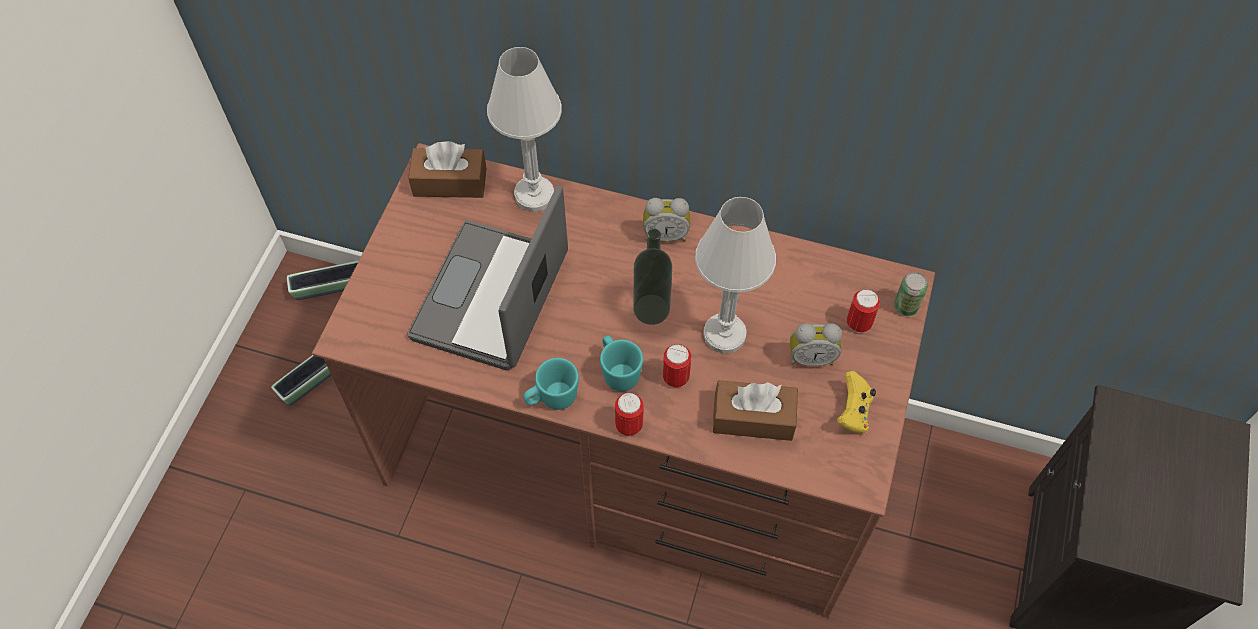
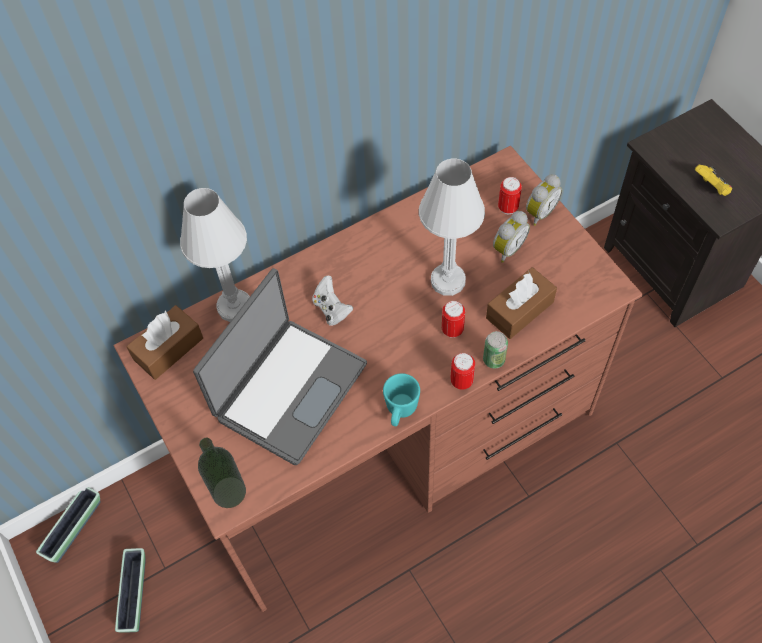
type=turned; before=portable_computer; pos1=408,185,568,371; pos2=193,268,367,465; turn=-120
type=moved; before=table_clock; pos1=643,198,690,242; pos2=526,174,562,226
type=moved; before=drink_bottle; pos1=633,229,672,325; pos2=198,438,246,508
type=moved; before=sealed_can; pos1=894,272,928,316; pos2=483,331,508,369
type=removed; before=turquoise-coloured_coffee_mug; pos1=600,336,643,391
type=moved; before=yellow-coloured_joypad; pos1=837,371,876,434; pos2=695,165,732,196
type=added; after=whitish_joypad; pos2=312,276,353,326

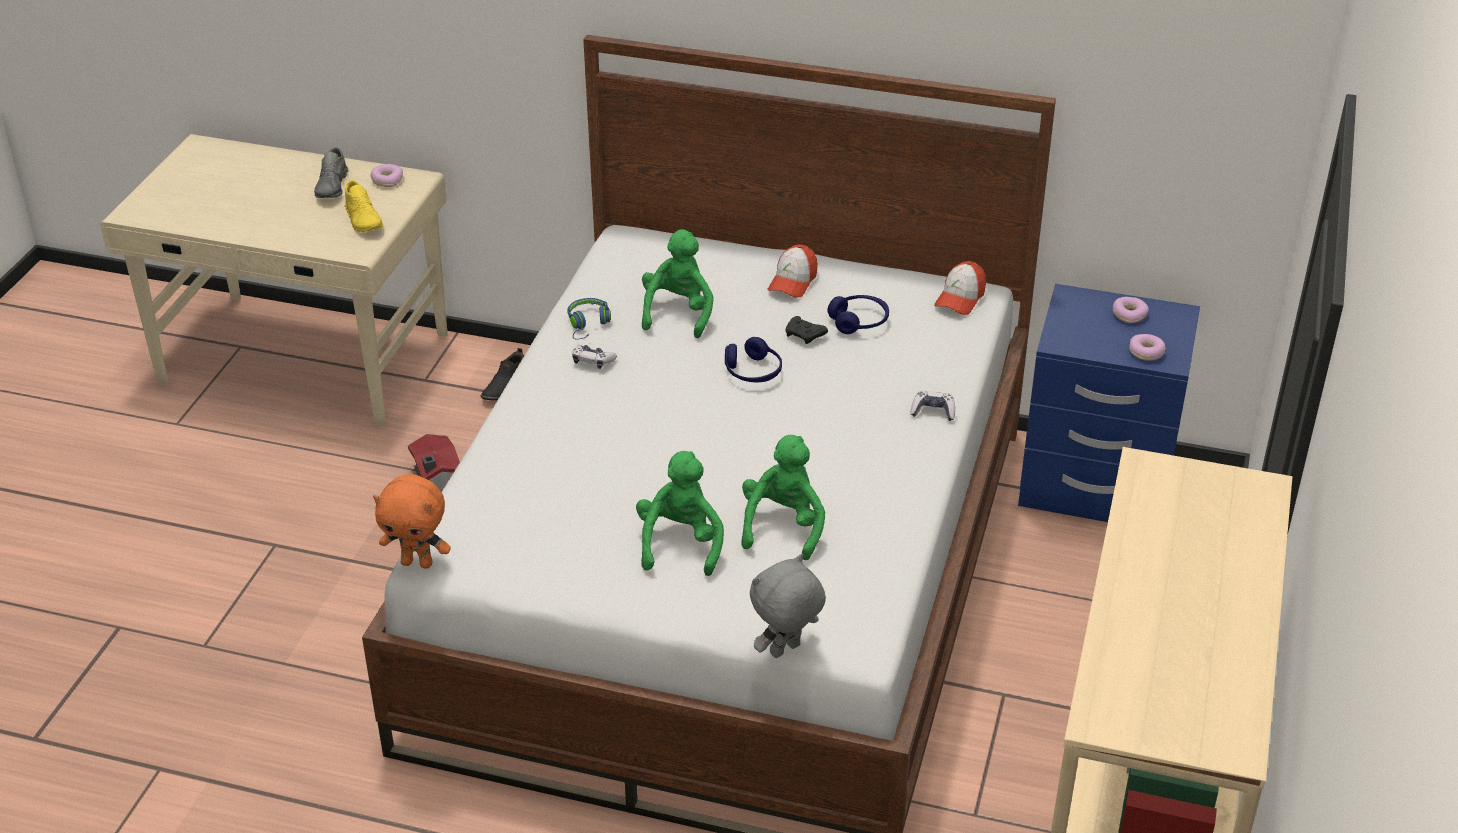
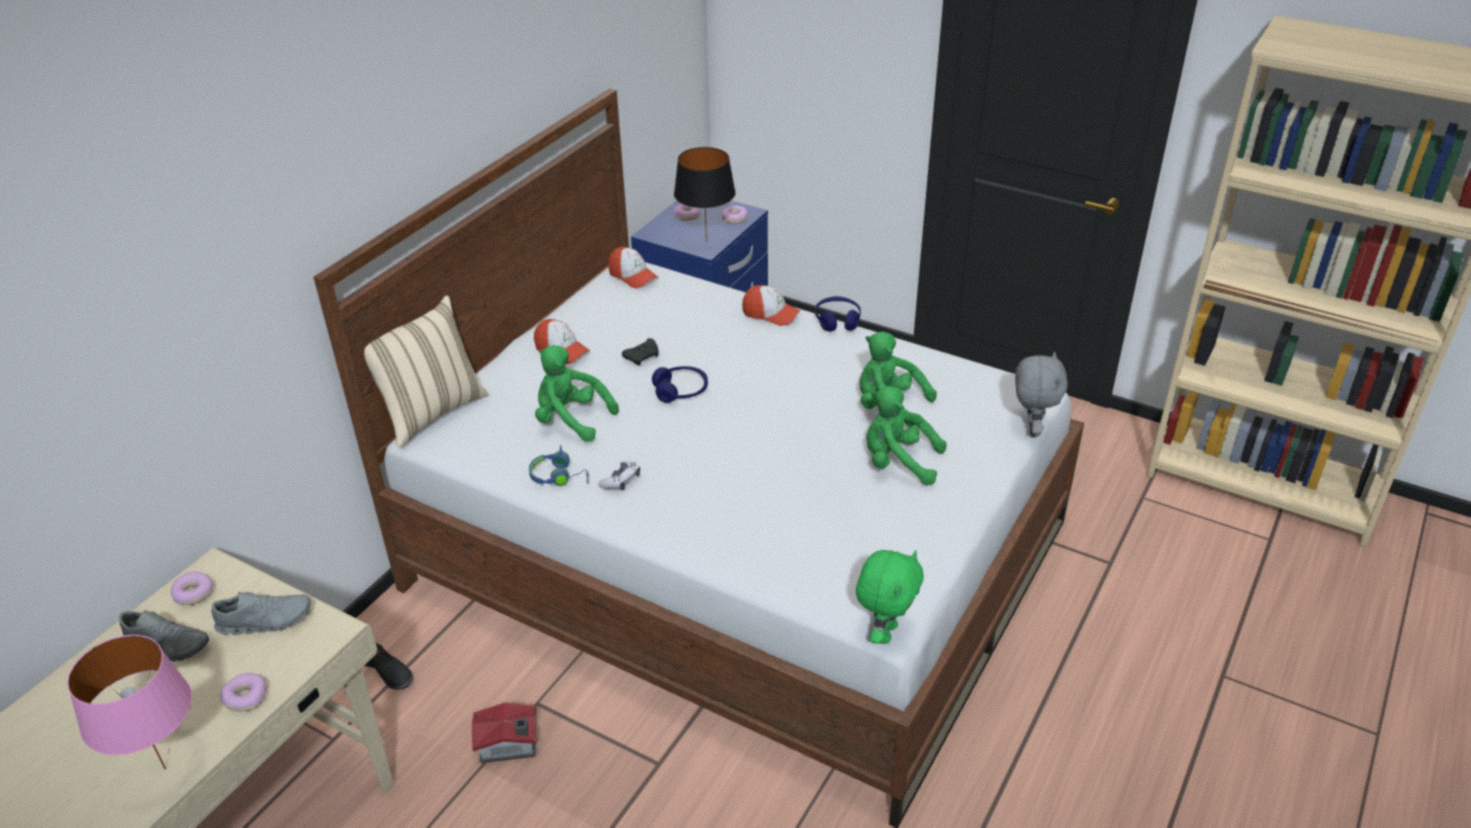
type=recoloured; before=yellow-coloured_shoe; after=gray_shoe; pos1=345,180,383,232; pos2=211,592,311,635
type=moved; before=bluish_headset; pos1=828,295,889,334; pos2=815,296,861,332
type=replaced; before=joypad; after=cap; pos1=910,391,955,421; pos2=742,285,801,326
type=recoloured; before=orange_plush_toy; after=green_plush_toy; pos1=373,474,451,569; pos2=856,550,924,644
type=turned; before=gray_plush_toy; pos1=750,554,826,658; pos2=1015,351,1068,437; turn=-150
type=added; after=black_tabletop_lamp; pos2=674,147,736,242
type=added; after=sand-coloured_pillow; pos2=364,295,489,448
type=added; after=pink_tabletop_lamp; pos2=67,635,192,770
type=added; after=doughnut; pos2=220,673,266,711

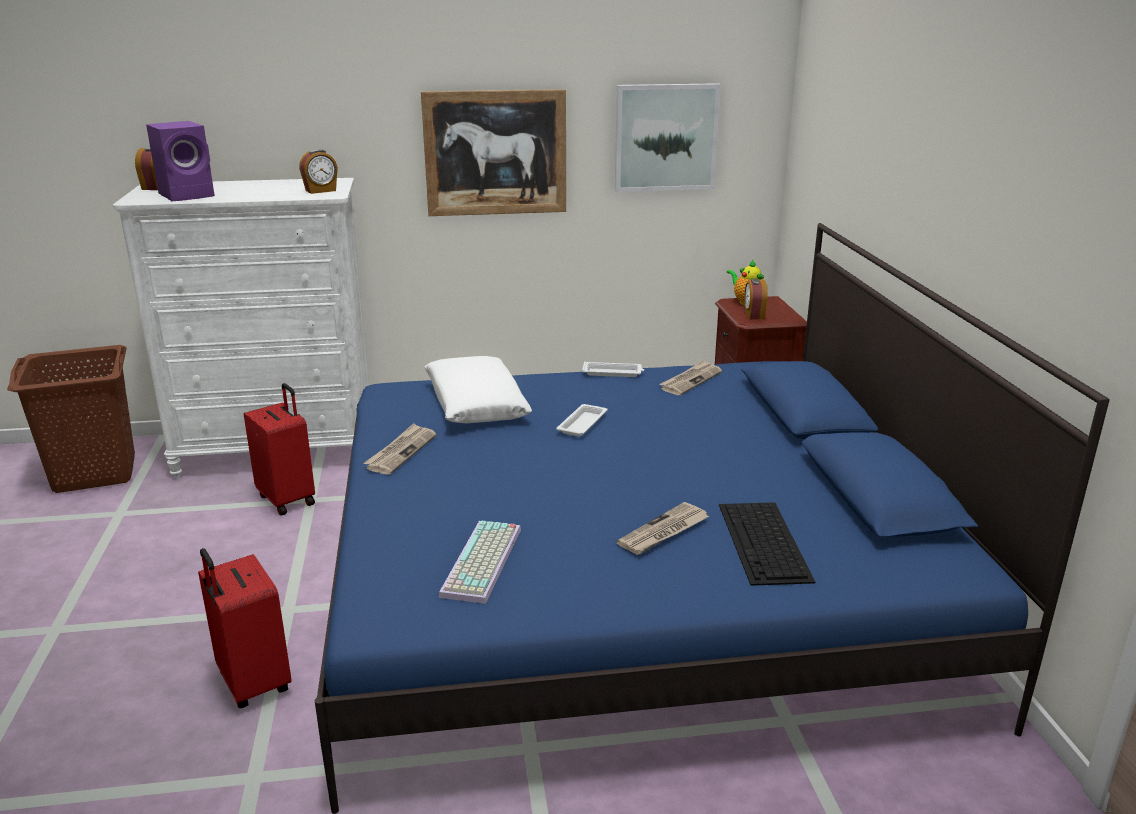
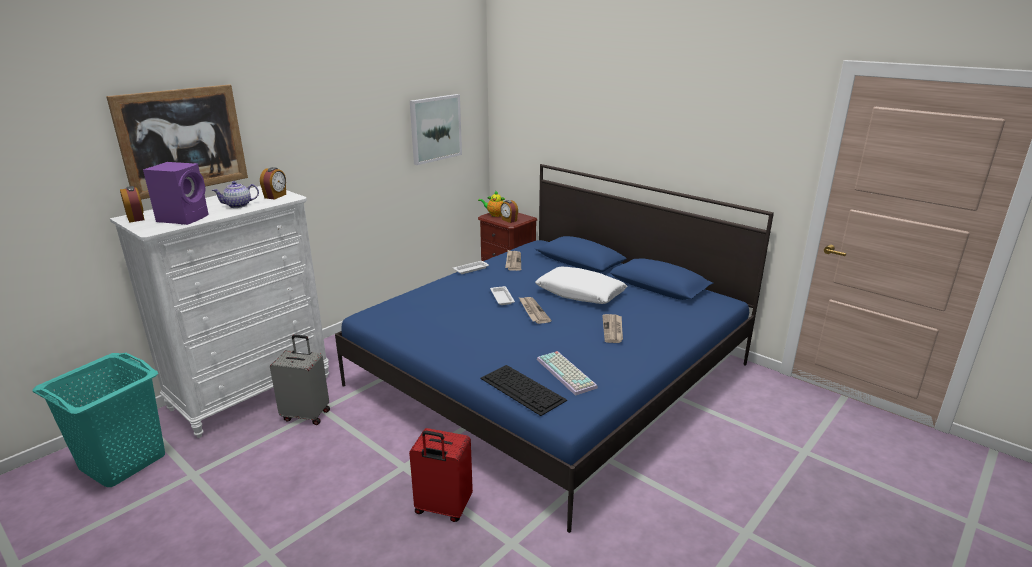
type=moved; before=picture; pos1=421,89,566,216; pos2=106,84,248,200
type=recoloured; before=brown_laundry_basket; after=turquoise-coloured_laundry_basket; pos1=7,345,135,493; pos2=33,353,165,487
type=moved; before=whitish_pillow; pos1=425,356,532,423; pos2=535,267,627,304
type=recoloured; before=reddish_piece_of_luggage; after=gray_piece_of_luggage; pos1=244,383,315,516; pos2=270,335,330,425
type=moved; before=daily_paper; pos1=364,423,436,475; pos2=519,297,552,324
type=moved; before=keyboard; pos1=719,502,815,586; pos2=480,365,567,416
type=added; after=pot_for_tea; pos2=212,181,259,208

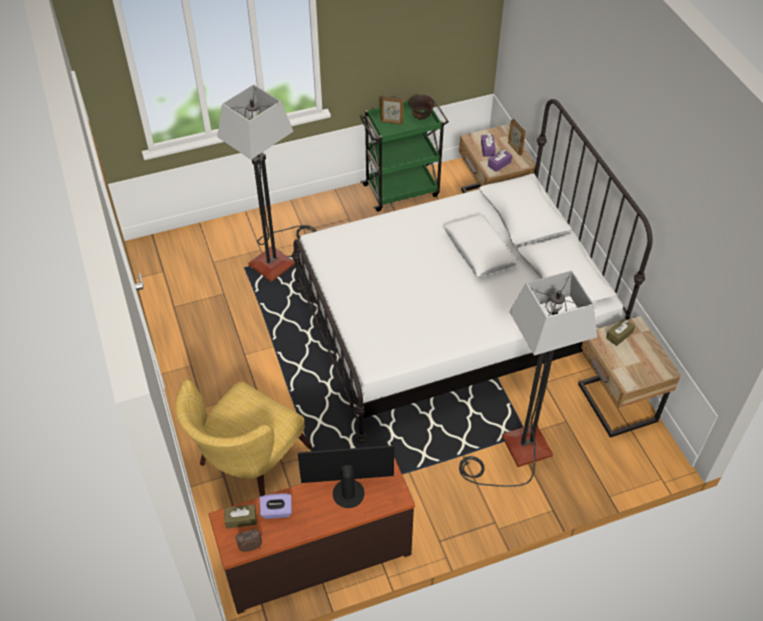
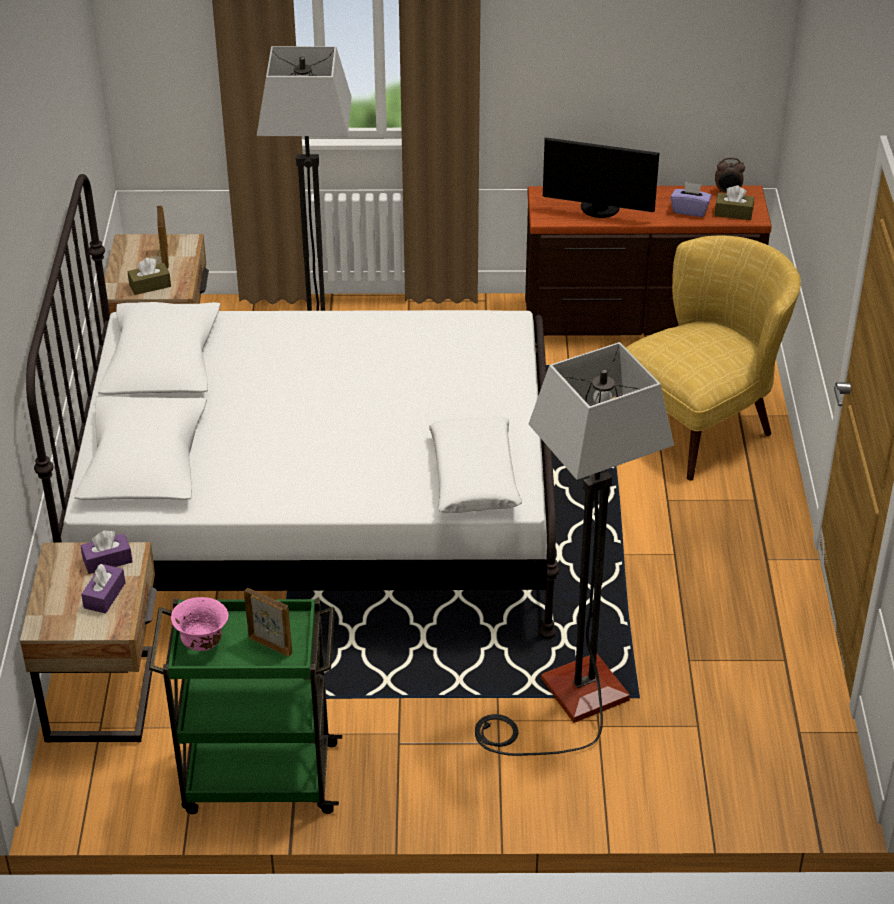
type=recoloured; before=brown_bowl; after=pink_bowl; pos1=409,95,435,120; pos2=171,597,228,651
type=moved; before=standing_frame; pos1=508,119,526,156; pos2=157,206,169,269
type=moved; before=whitish_pillow; pos1=443,214,518,277; pos2=429,417,522,513

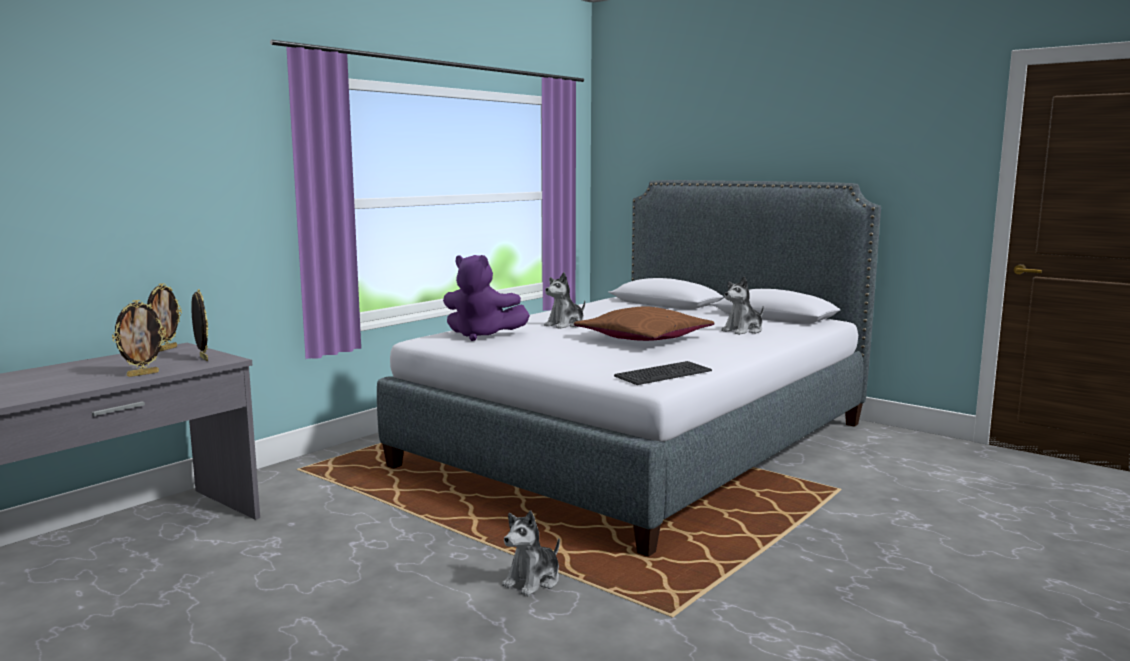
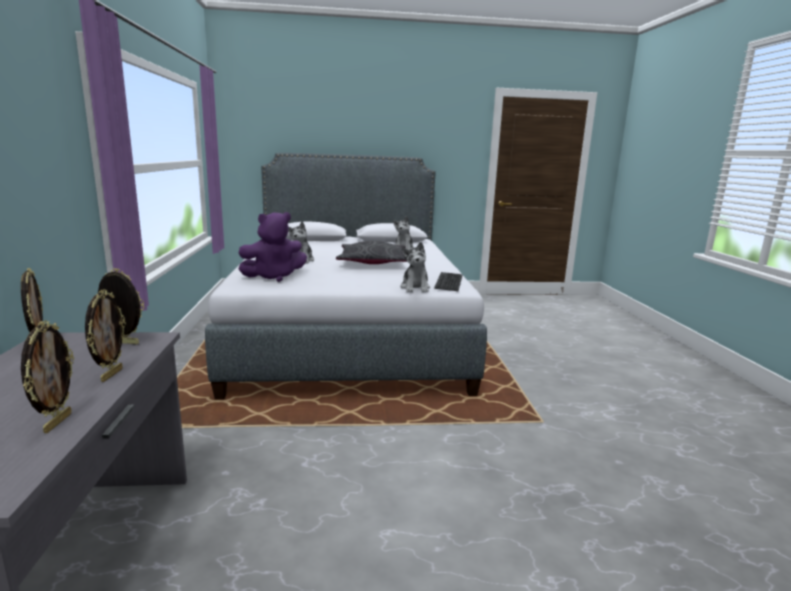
type=recoloured; before=brown_pillow; after=gray_pillow; pos1=574,306,714,341; pos2=336,241,407,264
type=moved; before=plush_toy; pos1=502,510,560,596; pos2=400,242,430,292
type=added; after=standing_frame; pos2=21,320,74,433

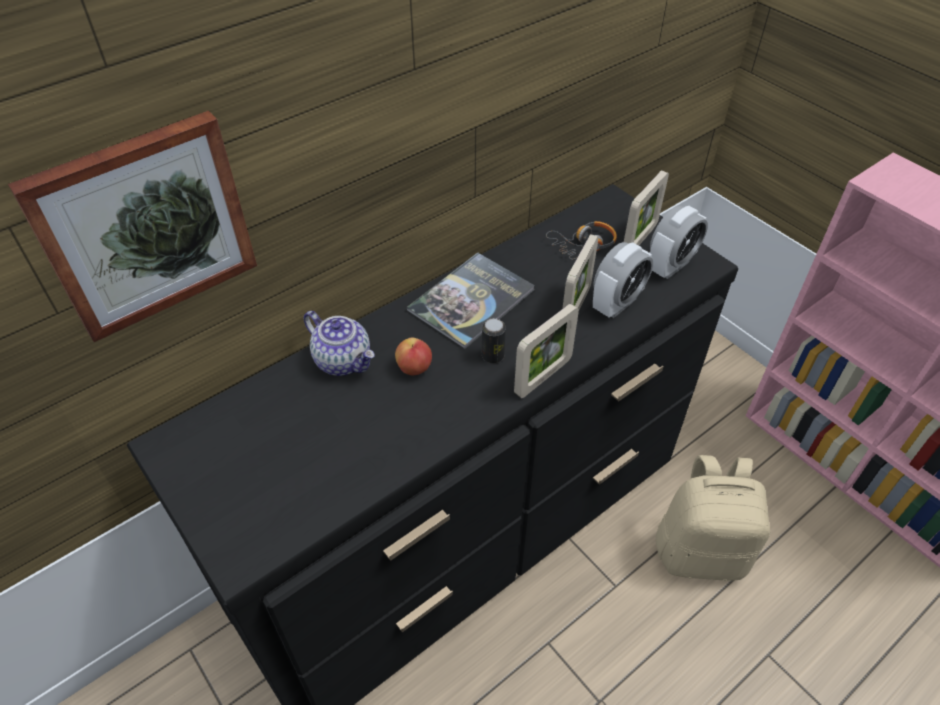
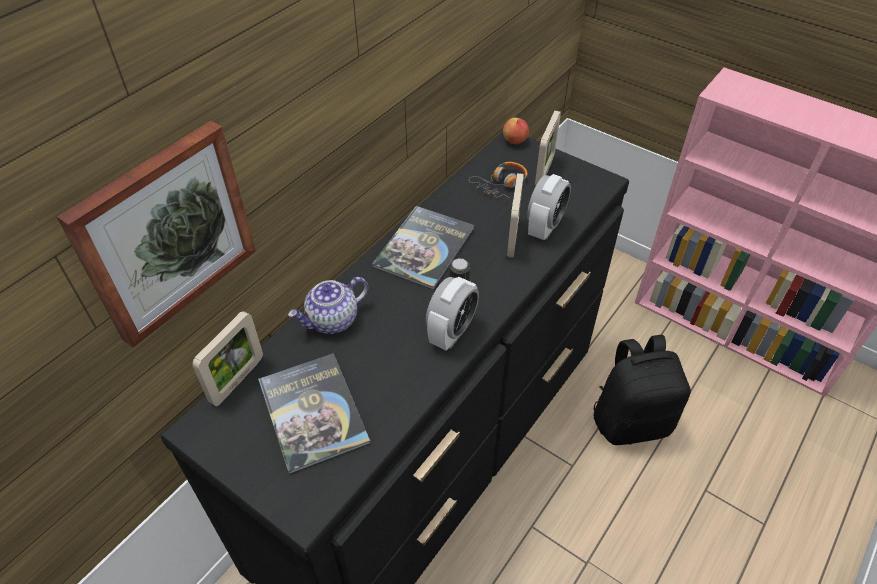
type=moved; before=table_clock; pos1=650,206,708,279; pos2=426,276,479,351
type=moved; before=standing_frame; pos1=514,304,579,398; pos2=192,311,263,406
type=turned; before=pot_for_tea; pos1=304,311,374,376; pos2=288,277,369,334; turn=120
type=moved; before=whole_apple; pos1=395,338,432,376; pos2=503,118,529,144
type=recoloured; before=sand-coloured_backpack; after=black_backpack; pos1=656,455,770,581; pos2=593,335,691,445
type=added; after=volume; pos2=258,353,371,474

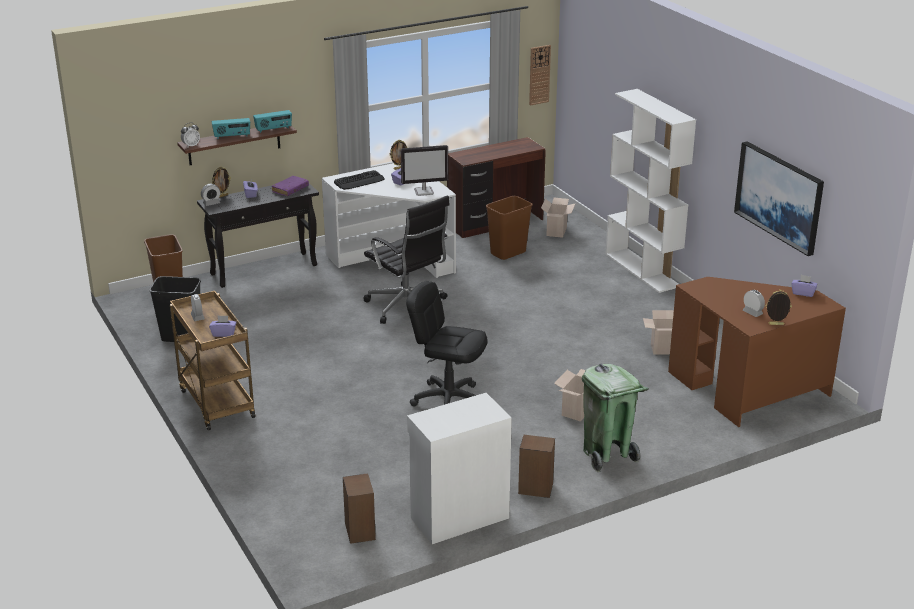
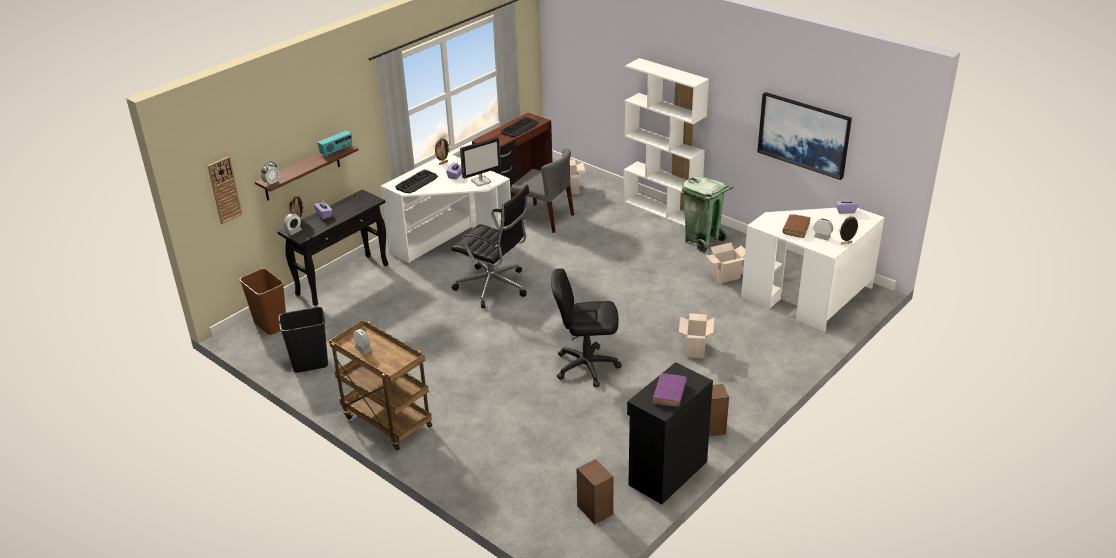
type=moved; before=clock_on_the_wall; pos1=529,45,551,106; pos2=207,156,242,224
type=removed; before=radio_receiver; pos1=212,118,250,139
type=moved; before=purple-coloured_volume; pos1=271,176,309,196; pos2=653,373,687,407
type=replaced; before=brown_trash_can; after=gray_upright_chair; pos1=486,196,532,260; pos2=511,148,574,233
type=recoloured; before=brown_desk; after=whitish_desk; pos1=668,277,846,427; pos2=741,208,885,332
type=removed; before=purple-coloured_box_of_tissues; pos1=209,316,237,337
type=moved; before=green_trash_can; pos1=582,364,649,473; pos2=682,177,733,253
type=recoloured; before=whitish_cupboard; after=black_cupboard; pos1=407,393,512,544; pos2=627,362,713,504
type=added; after=keyboard; pos2=501,117,539,137
type=added; after=brown_volume; pos2=783,214,810,238

